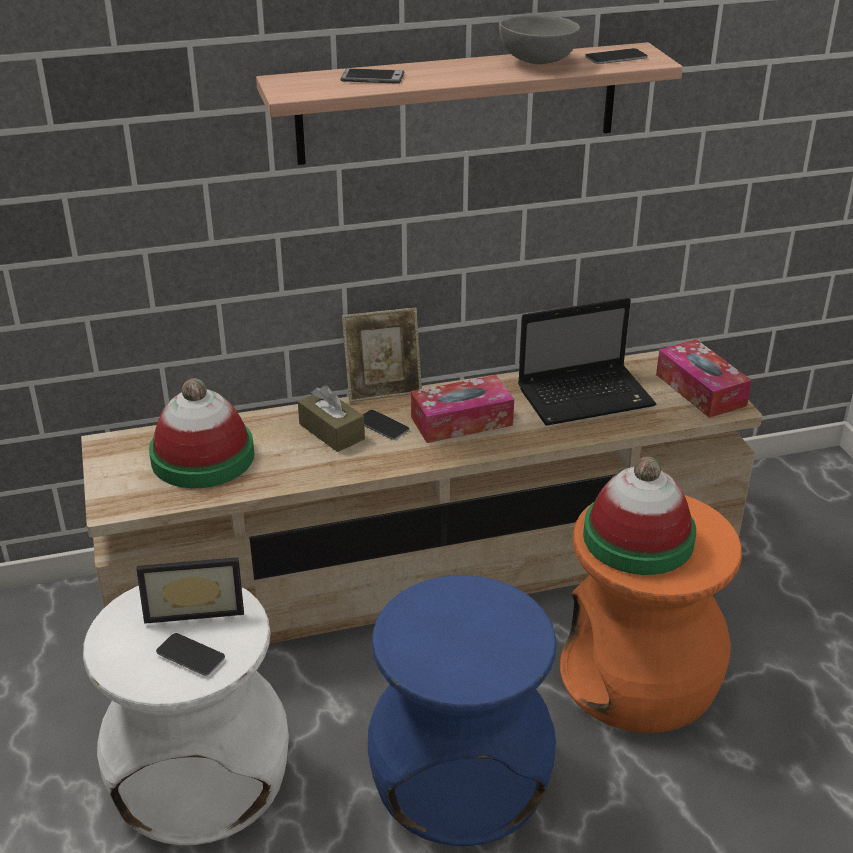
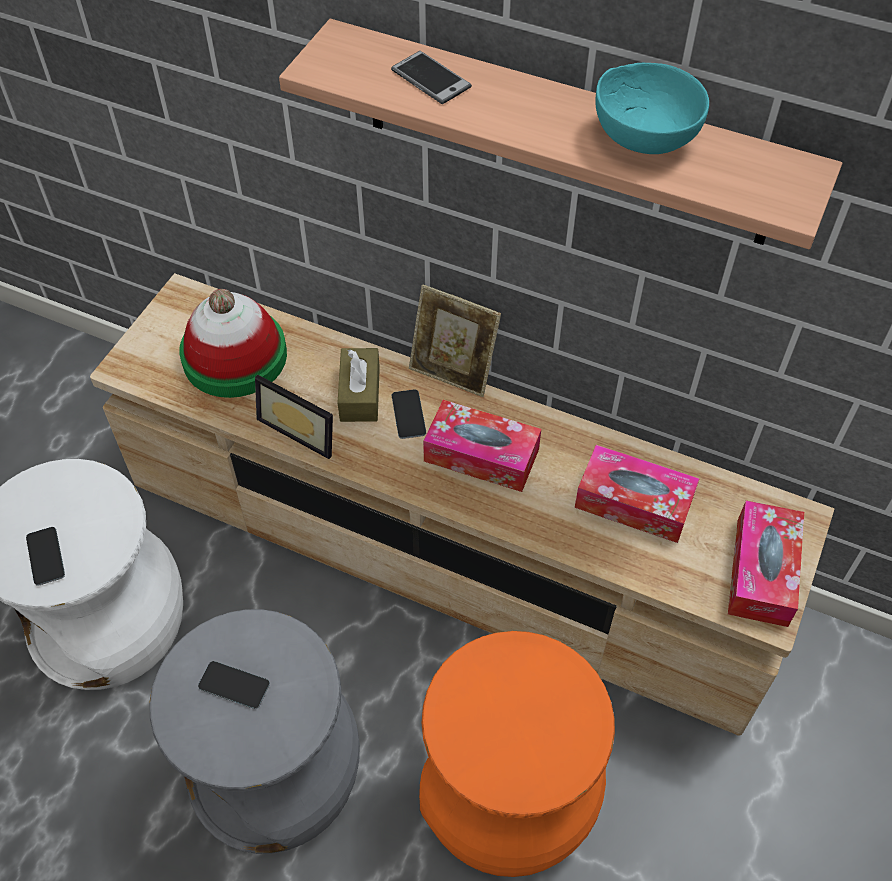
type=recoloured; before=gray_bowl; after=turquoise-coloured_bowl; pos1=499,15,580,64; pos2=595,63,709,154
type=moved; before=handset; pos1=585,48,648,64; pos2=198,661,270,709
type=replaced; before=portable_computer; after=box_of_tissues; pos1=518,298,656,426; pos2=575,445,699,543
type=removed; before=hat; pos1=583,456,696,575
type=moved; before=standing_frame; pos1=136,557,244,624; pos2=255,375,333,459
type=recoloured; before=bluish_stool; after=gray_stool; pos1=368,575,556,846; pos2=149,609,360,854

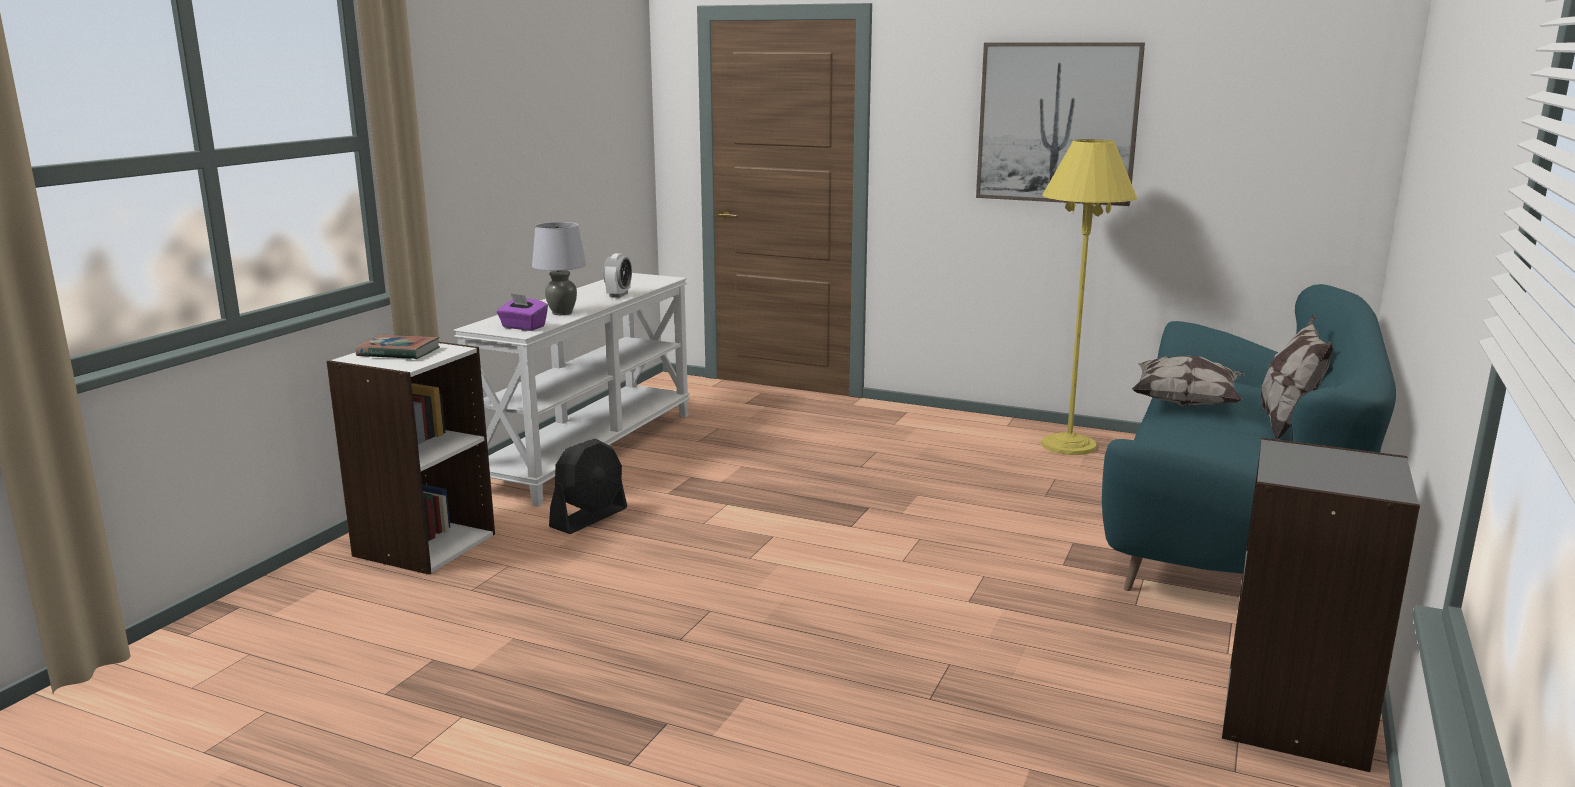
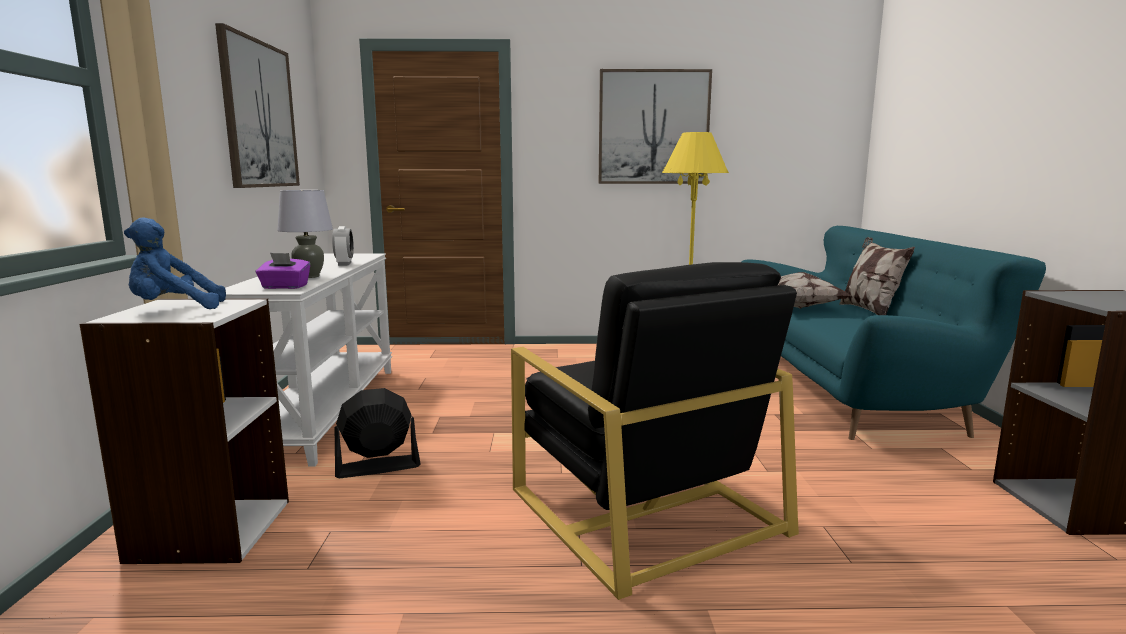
type=replaced; before=volume; after=bluish_plush_toy; pos1=356,335,440,360; pos2=124,217,226,309
type=turned; before=black_electric_fan; pos1=549,439,627,534; pos2=334,388,421,478; turn=-120
type=added; after=picture; pos2=215,23,300,188
type=added; after=black_armchair; pos2=511,262,799,600

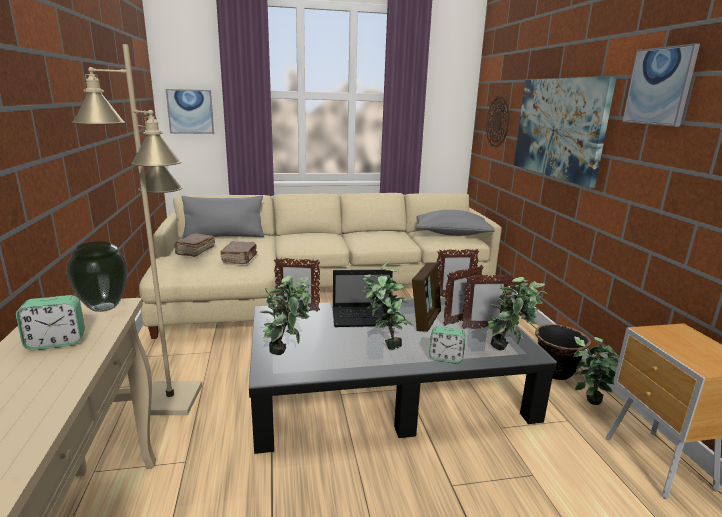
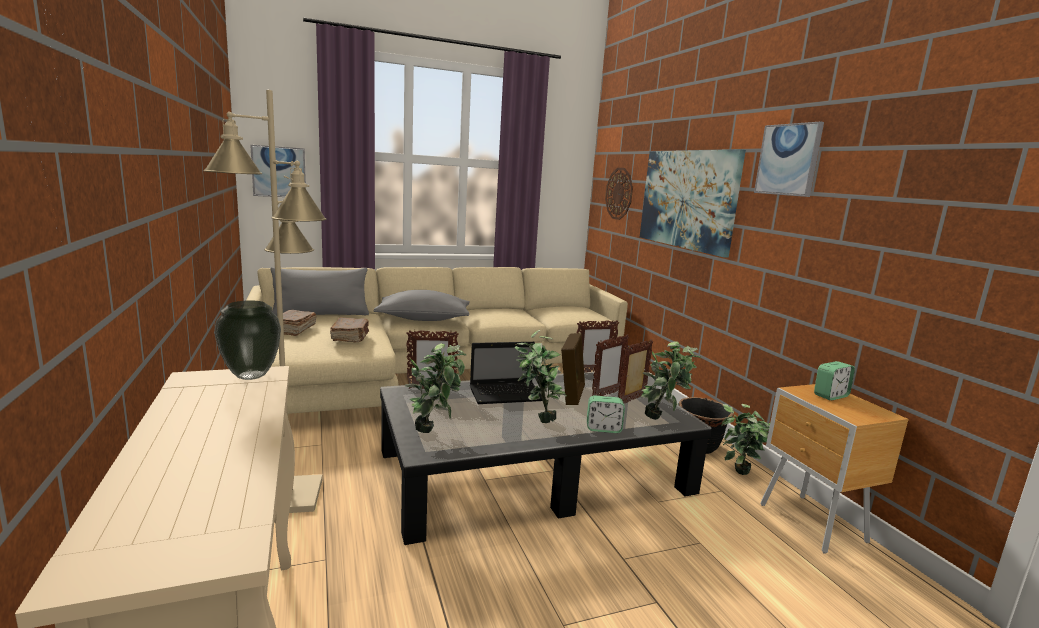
type=moved; before=gray_pillow; pos1=416,210,495,236; pos2=374,290,470,321
type=turned; before=standing_frame; pos1=462,274,514,329; pos2=618,339,653,403; turn=150
type=moved; before=table_clock; pos1=16,295,85,350; pos2=814,361,855,400

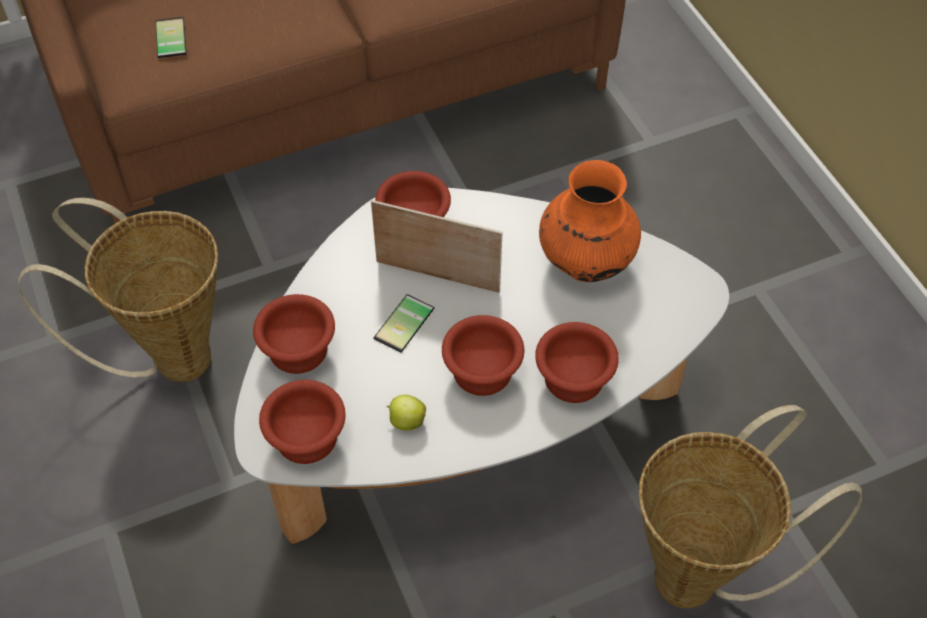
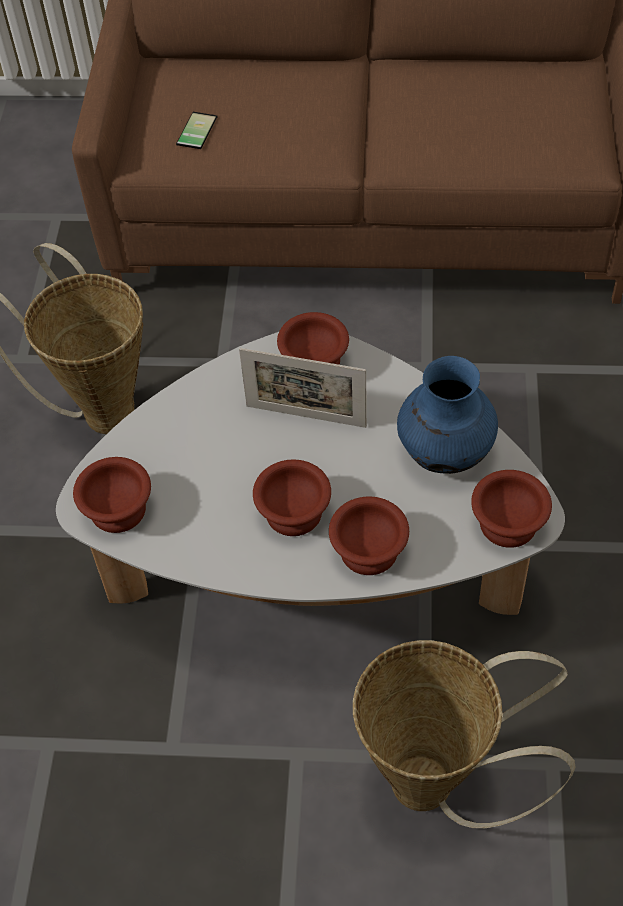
type=recoloured; before=orange_decorative_vase; after=bluish_decorative_vase; pos1=539,160,641,282; pos2=397,356,498,474
type=turned; before=standing_frame; pos1=371,200,503,293; pos2=239,348,367,428; turn=150
type=moved; before=brown_bowl; pos1=253,294,335,374; pos2=471,470,552,548
type=removed; before=handset; pos1=373,294,434,353
type=removed; before=whole_apple; pos1=387,395,426,431

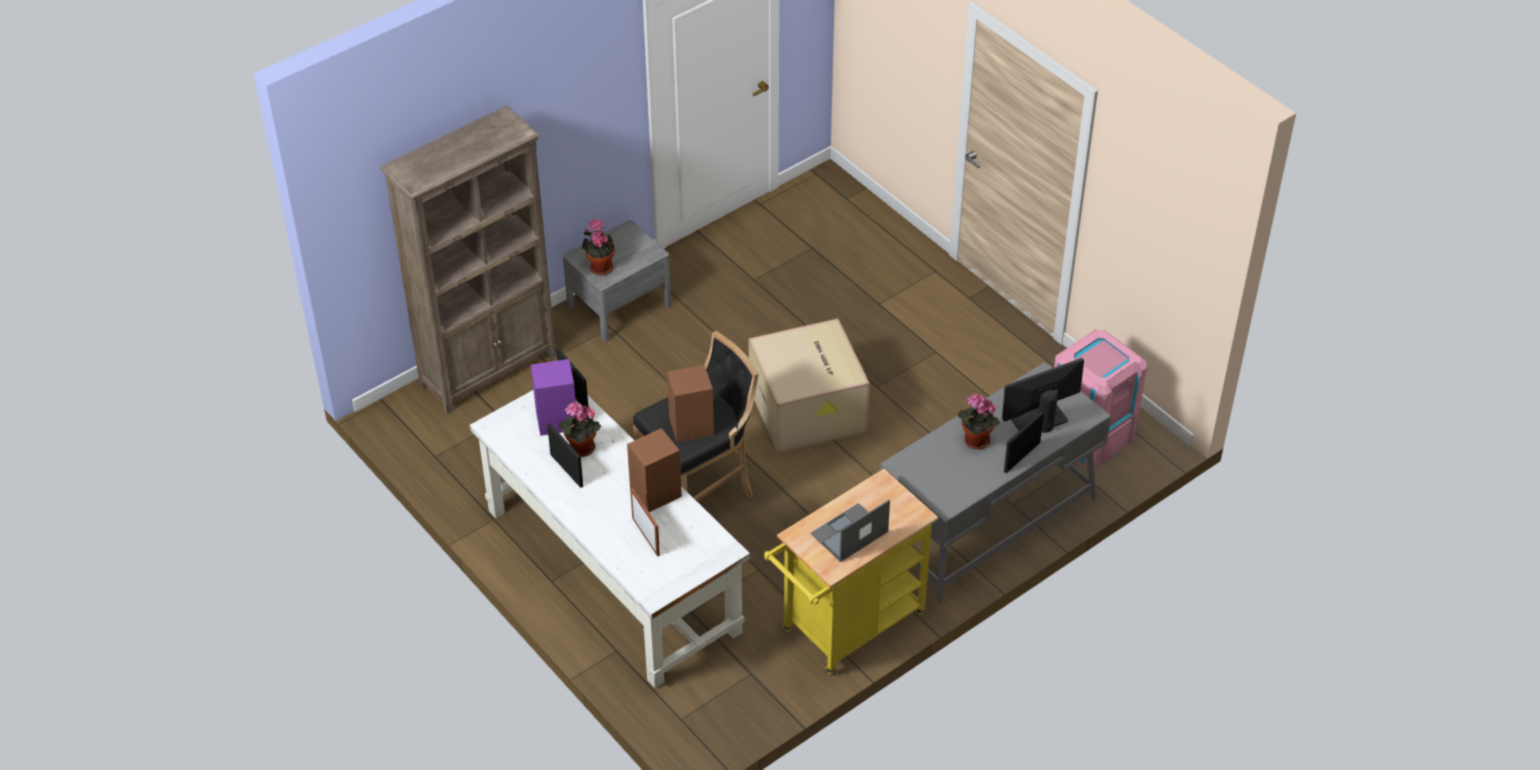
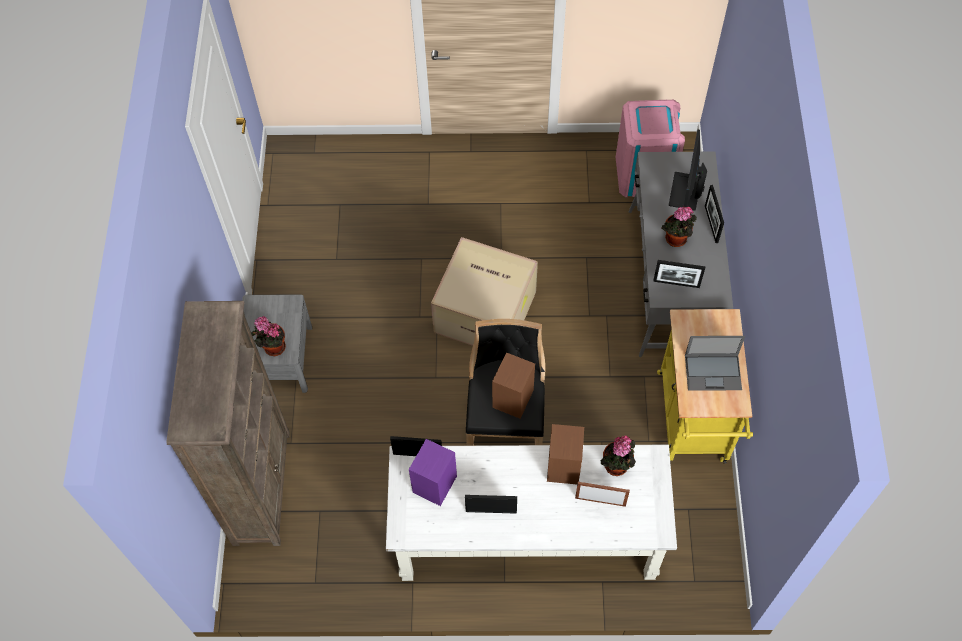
type=moved; before=potted_plant; pos1=559,402,602,457; pos2=600,436,636,476
type=turned; before=portable_computer; pos1=811,500,890,562; pos2=685,336,745,391; turn=-90
type=added; after=standing_frame; pos2=653,260,705,288

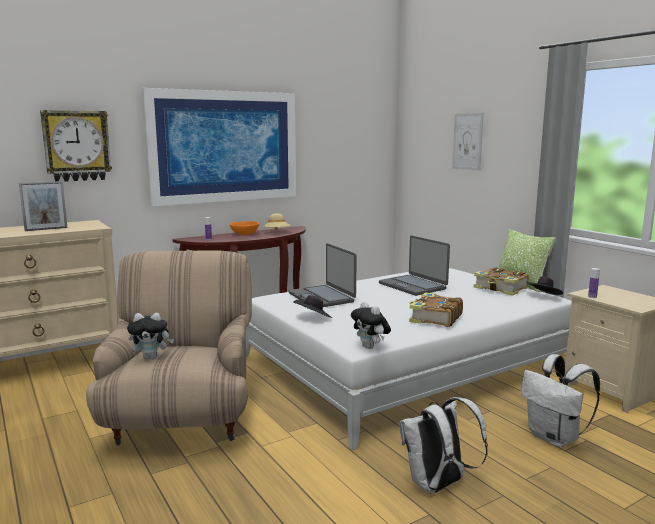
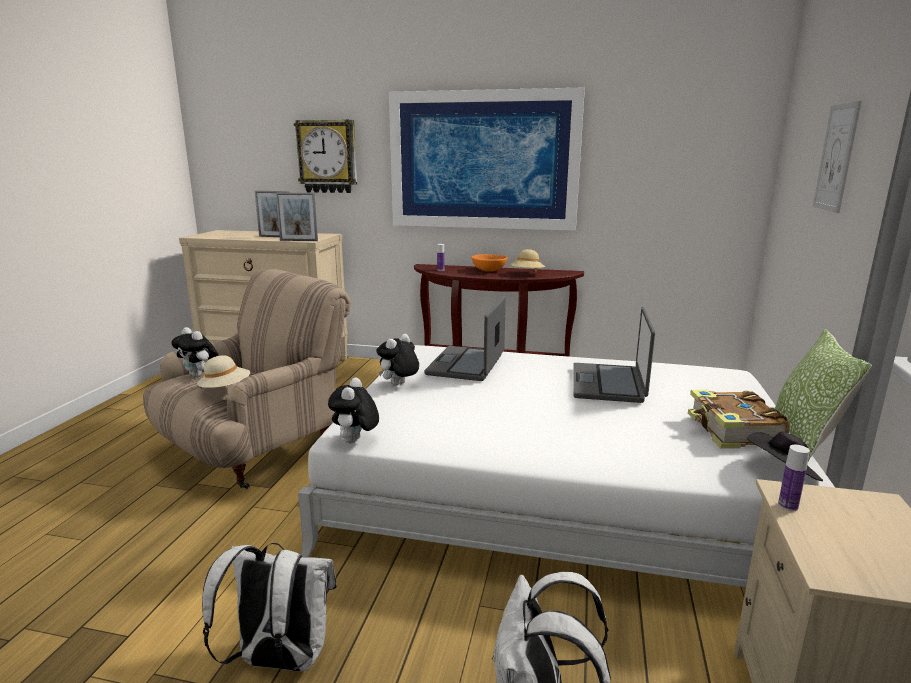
type=removed; before=volume; pos1=409,292,463,327
type=replaced; before=black_hat; after=plush_toy; pos1=293,295,332,318; pos2=376,334,419,386
type=added; after=standing_frame; pos2=276,193,318,241
type=added; after=sand-coloured_hat; pos2=197,355,250,389

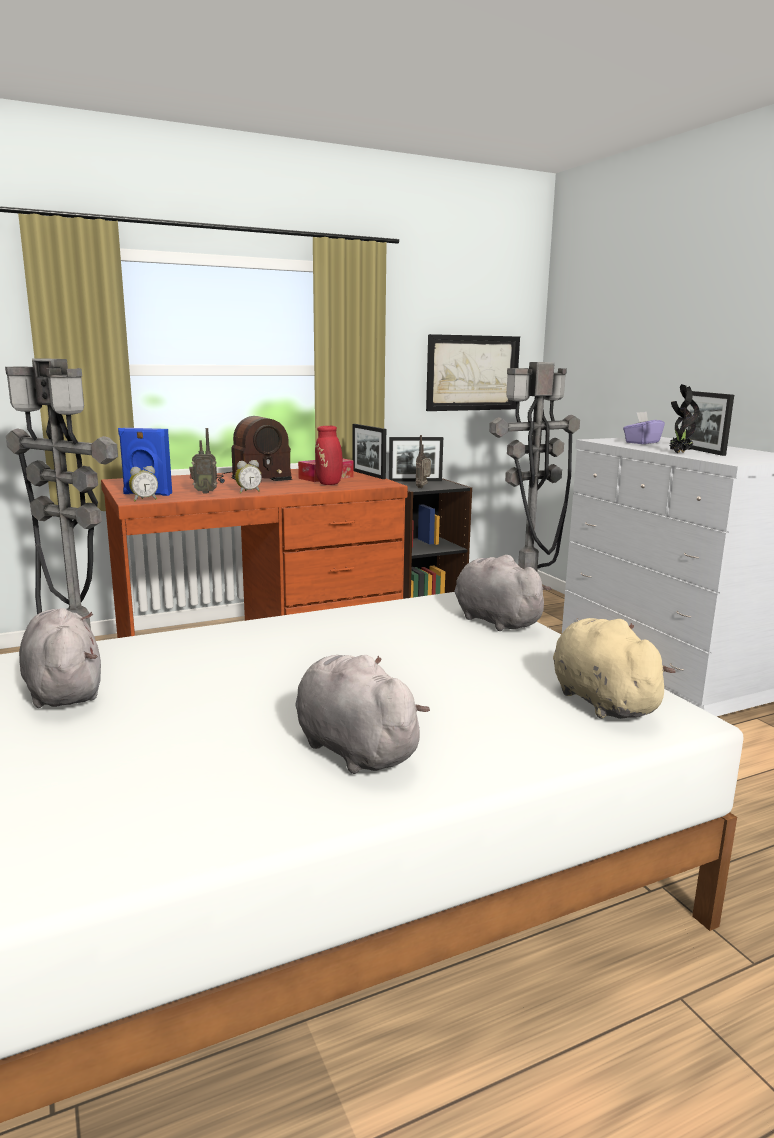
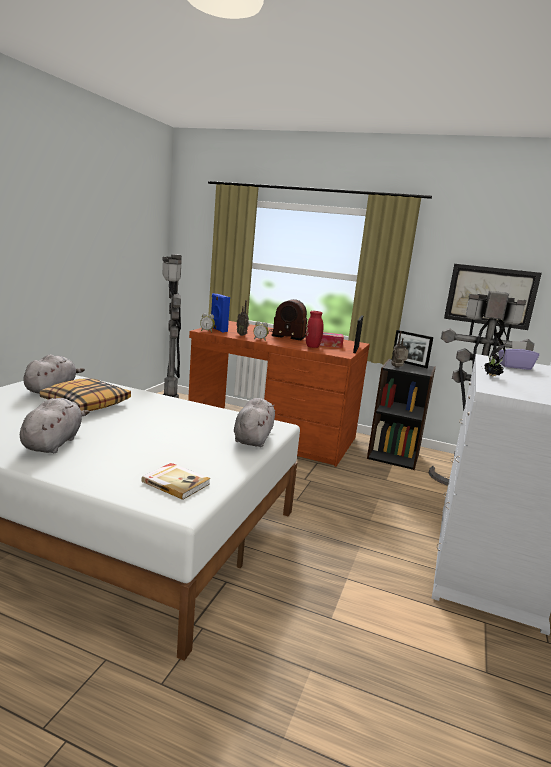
type=removed; before=standing_frame; pos1=682,391,734,456
type=replaced; before=sand-coloured_plush_toy; after=volume; pos1=553,618,676,719; pos2=141,463,211,500
type=added; after=pillow; pos2=40,379,131,411

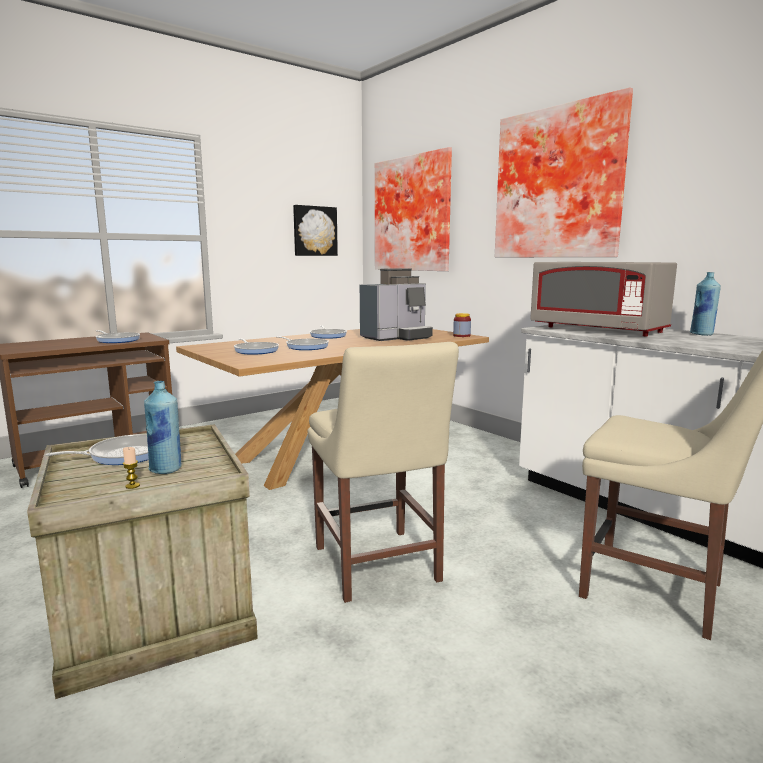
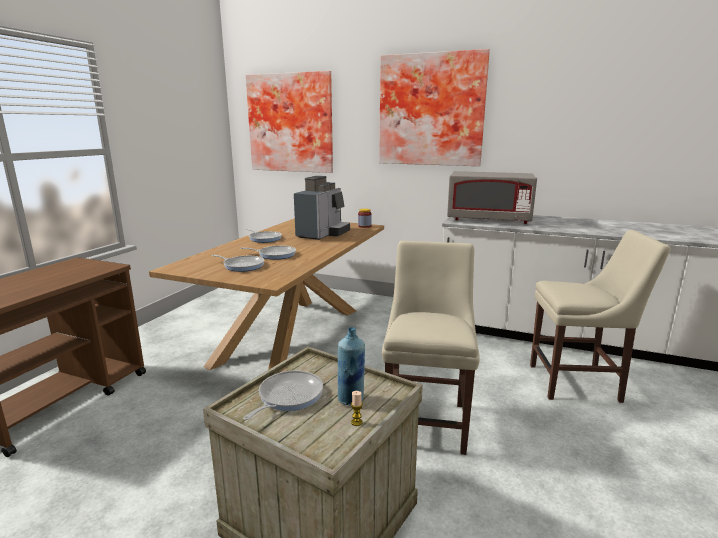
type=removed; before=picture; pos1=293,205,338,256
type=removed; before=bluish_drink_bottle; pos1=690,272,721,336
type=removed; before=skillet; pos1=96,330,140,343
type=turned; before=sand-coloured_upright_chair; pos1=308,342,459,603; pos2=382,241,480,455; turn=-120

